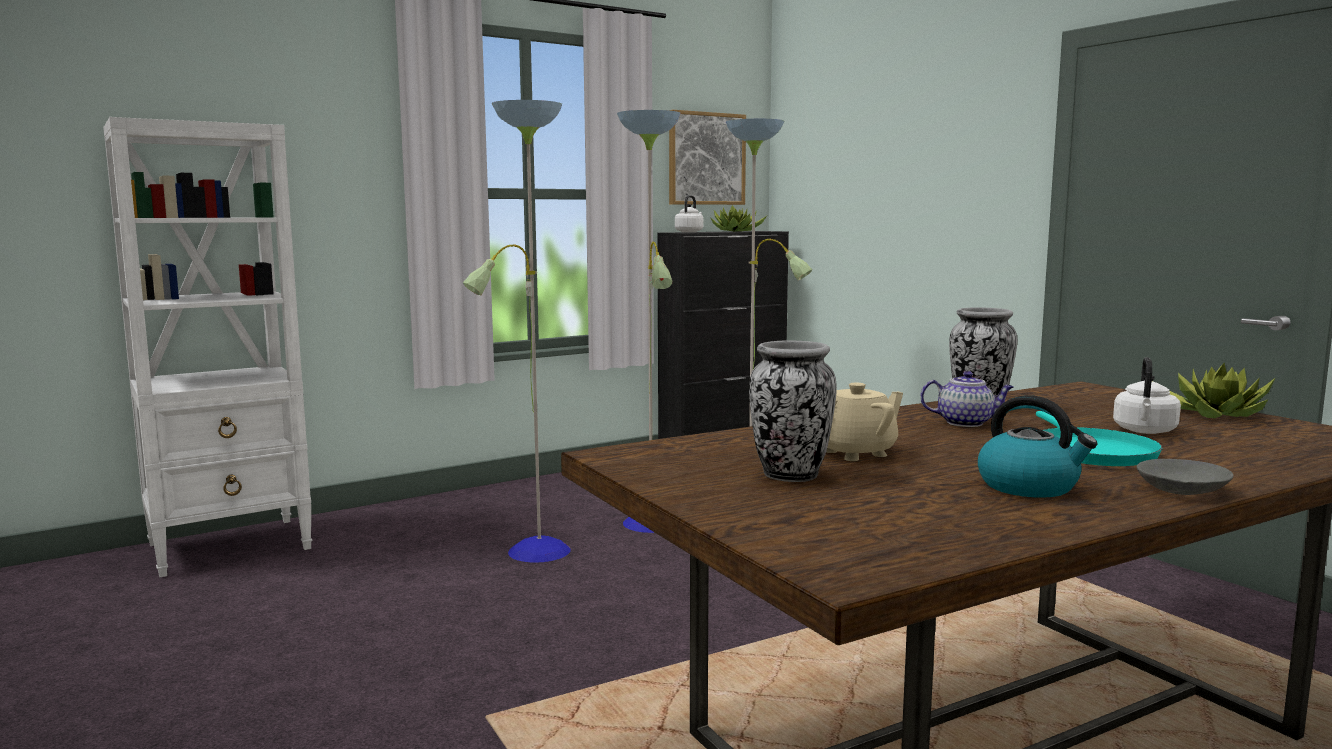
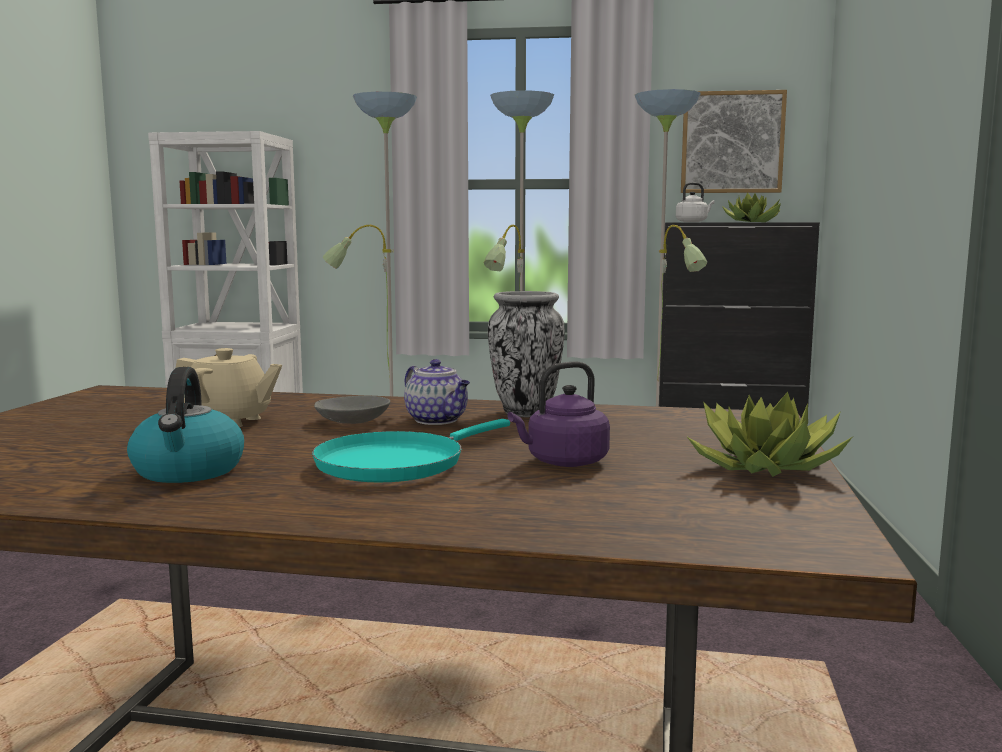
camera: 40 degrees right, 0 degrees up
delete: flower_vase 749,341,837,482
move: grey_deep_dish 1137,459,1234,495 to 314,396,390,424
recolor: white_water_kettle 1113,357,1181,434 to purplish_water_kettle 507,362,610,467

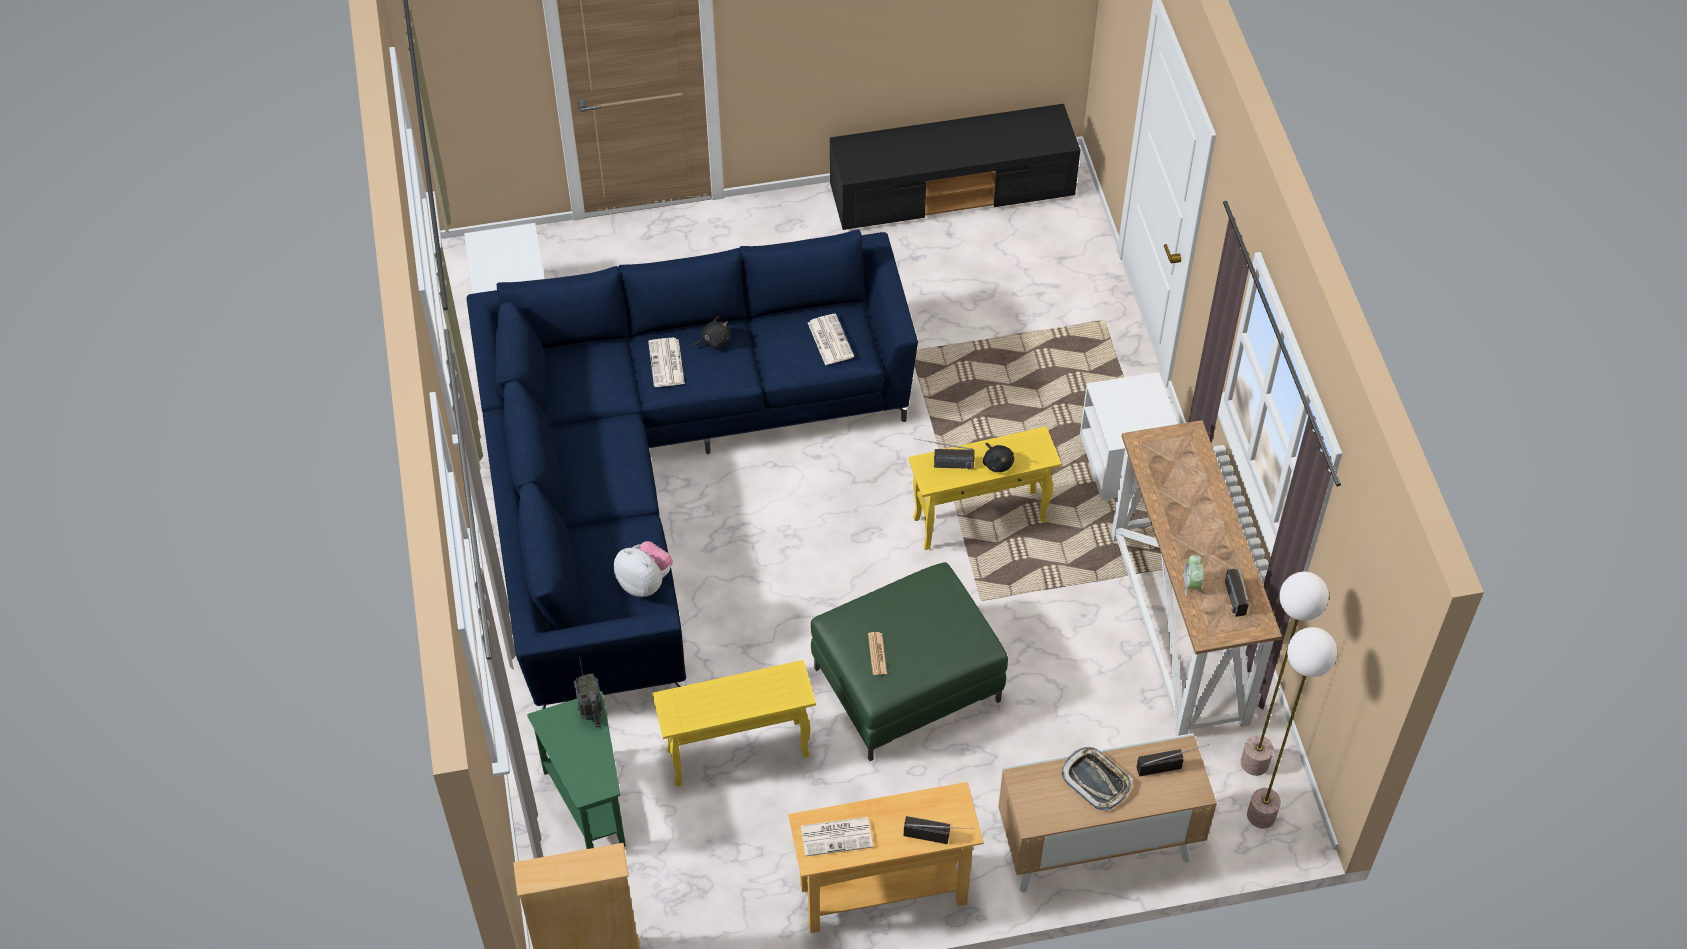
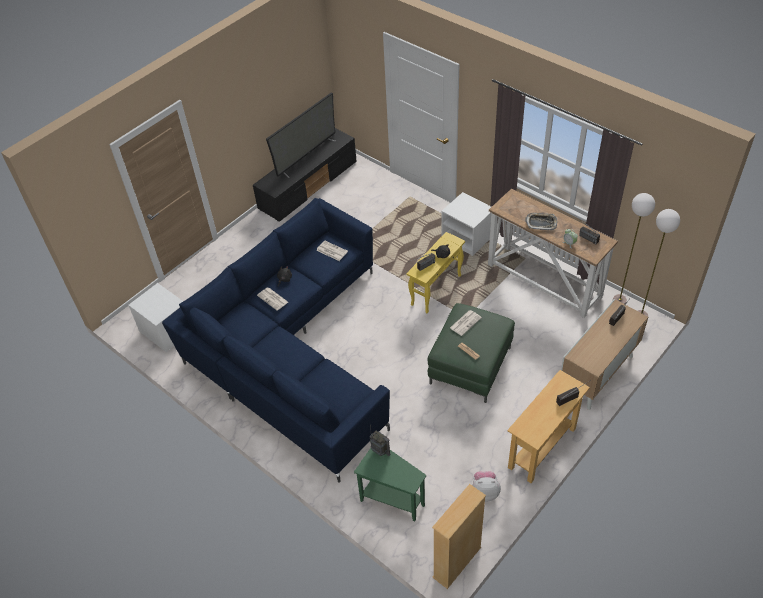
camera: 35 degrees left, 5 degrees down
delete: yellow-coloured_accent_table 652,660,816,786
insert: TV 266,93,336,178
move: cuddly_toy 614,541,673,597 to 472,471,501,502; daily_paper 801,817,873,856 to 450,310,482,336; carrying_tray 1060,747,1132,811 to 525,213,558,230

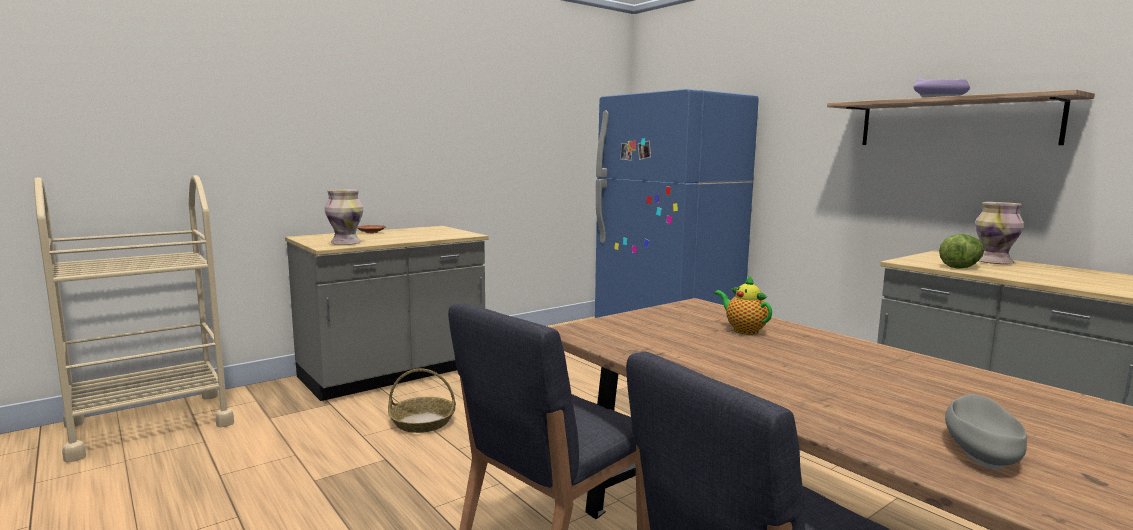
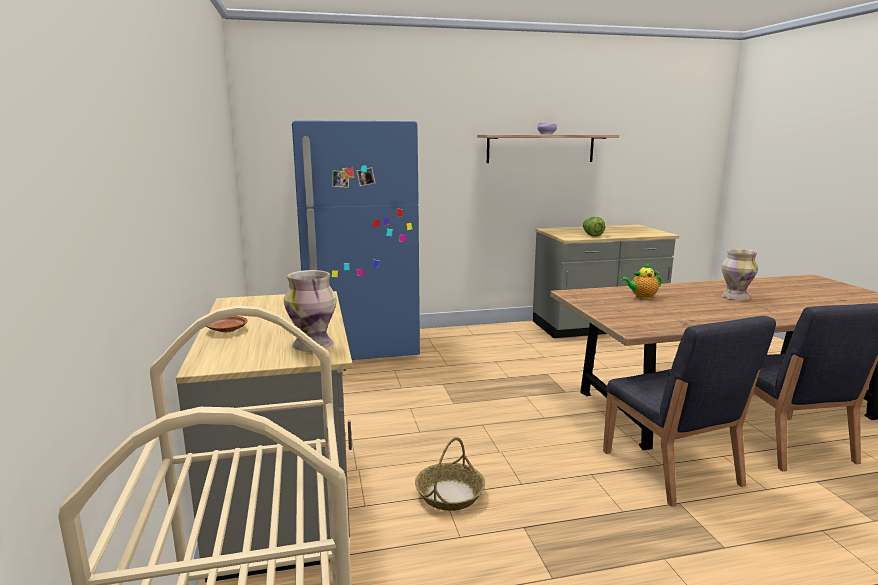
camera: 65 degrees left, 5 degrees up
delete: grey_deep_dish 945,394,1027,469
move: flower_vase 975,202,1024,264 to 722,249,758,300

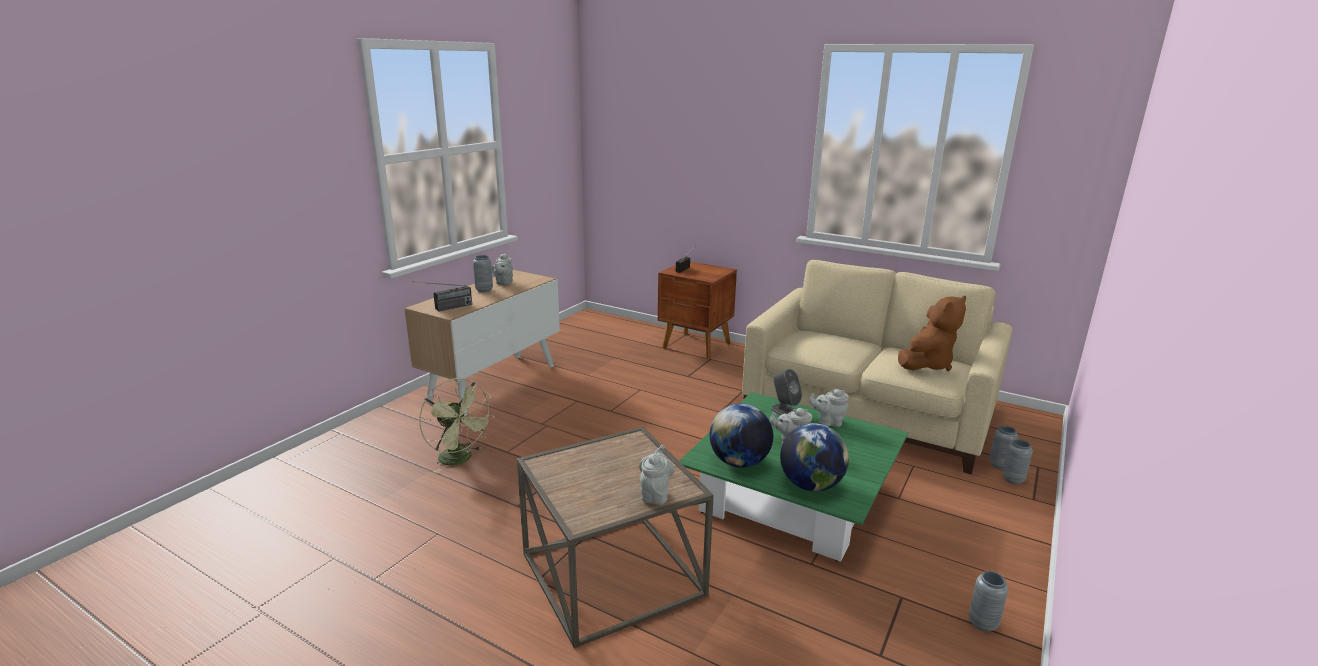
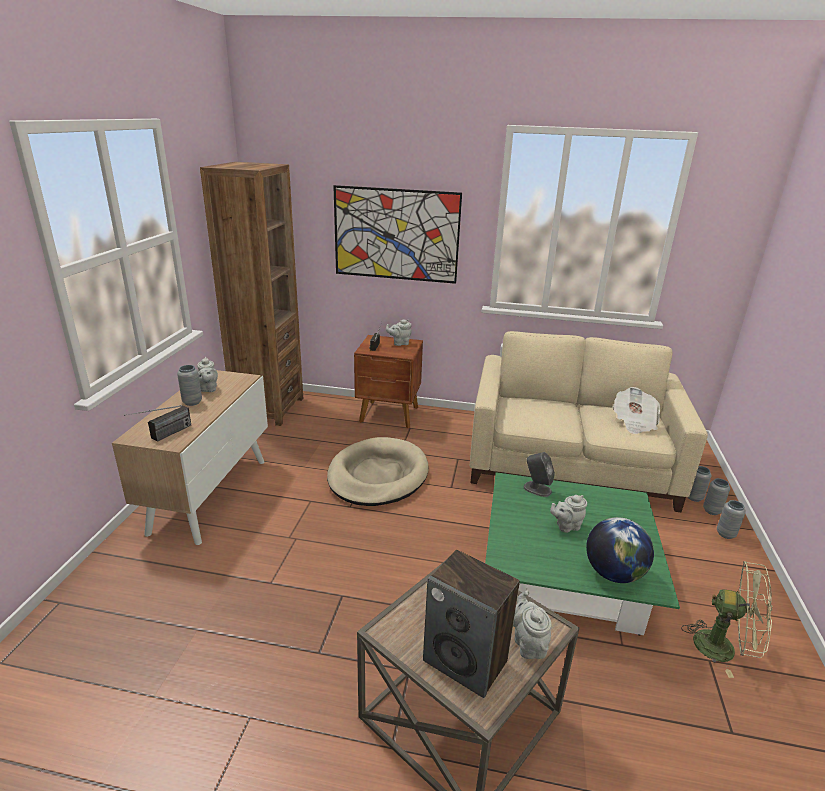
camera: 20 degrees left, 5 degrees up
delete: world_globe 709,403,773,468
insert: brown_bookshelf 200,162,303,426; sand-coloured_dog_bed 327,437,428,506; wall_picture 333,185,462,284; loudspeaker 423,550,520,698
move: green_electric_fan 419,378,495,473 to 681,561,772,678; grey_teapot 809,389,849,427 to 386,319,412,346; grey_flower_vase 969,571,1008,632 to 717,500,746,539
replace: brown_cuddly_toy 898,296,966,371 to daily_paper 613,387,660,434

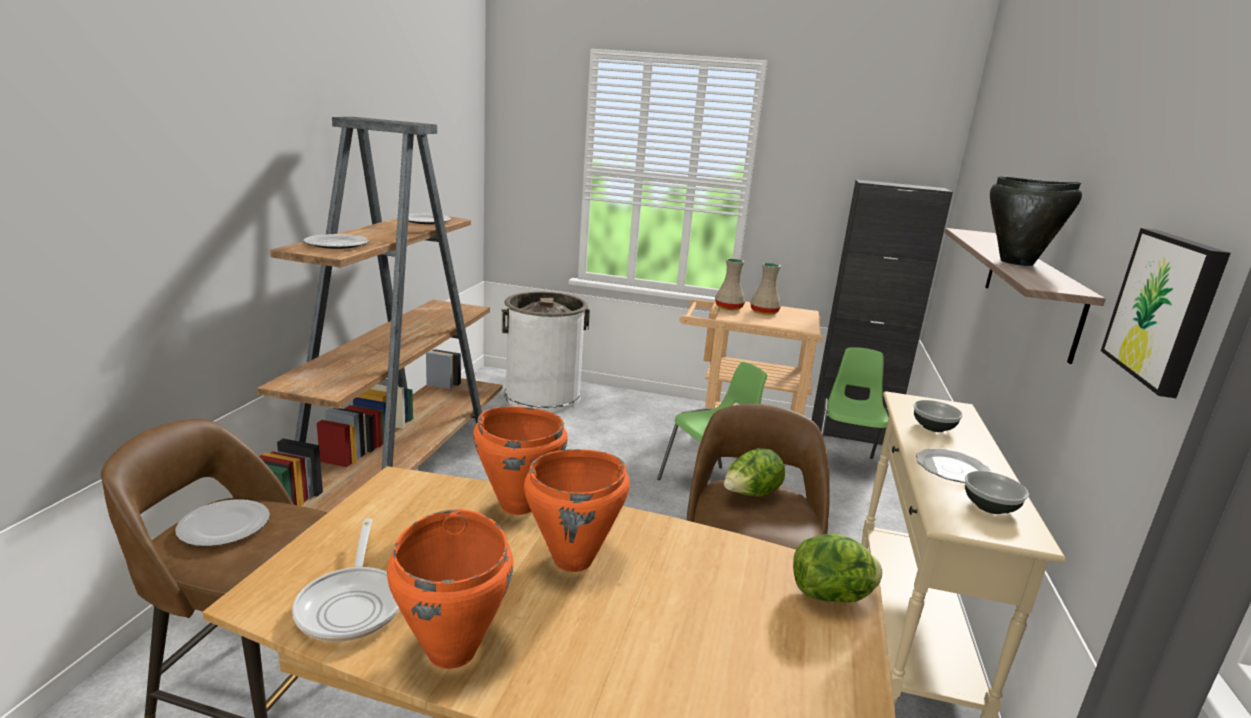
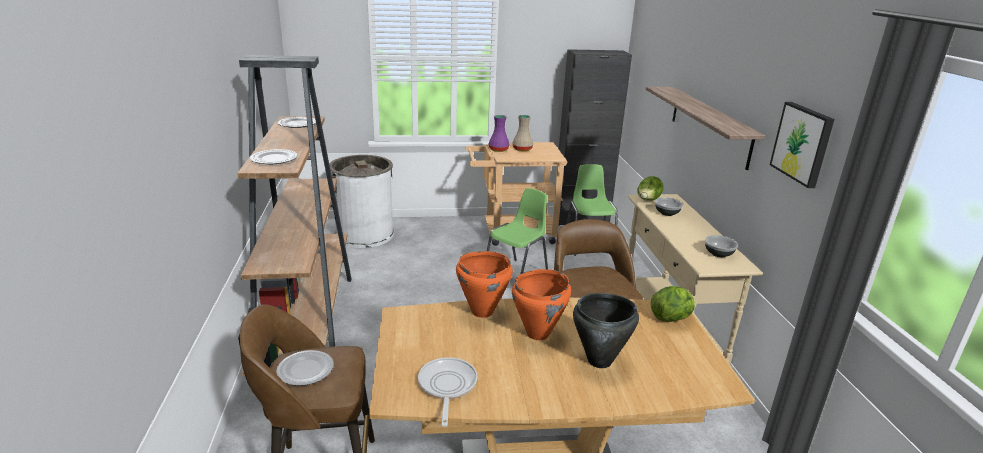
camera: 20 degrees left, 5 degrees up
delete: orange-coloured_cooking_pot 387,509,513,669; dinner_plate 916,449,991,483
move: head_of_lettuce 724,448,785,497 to 637,176,664,201; black_cooking_pot 990,176,1082,266 to 573,293,639,368
recolor: sand-coloured_flower_vase 715,259,745,310 to purplish_flower_vase 489,115,509,152
rotate: pan 292,518,399,642 = 418,357,478,427 150 degrees counterclockwise

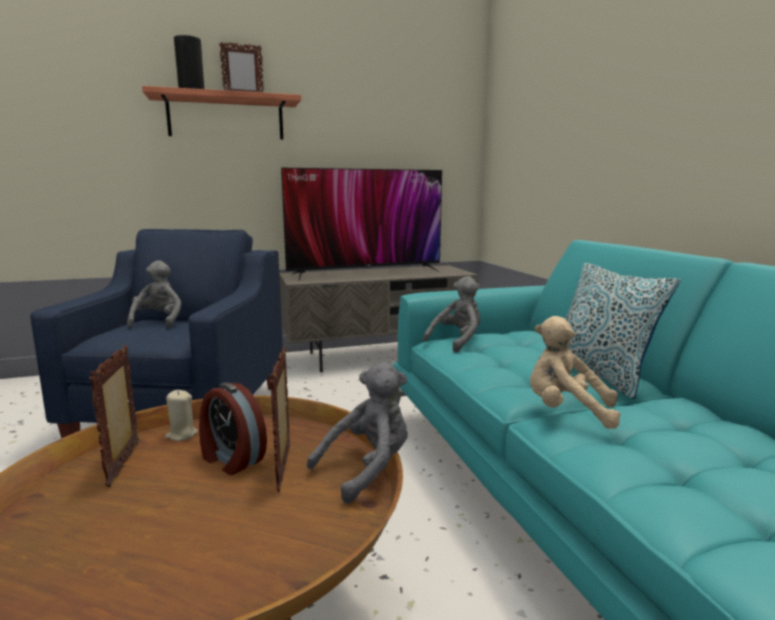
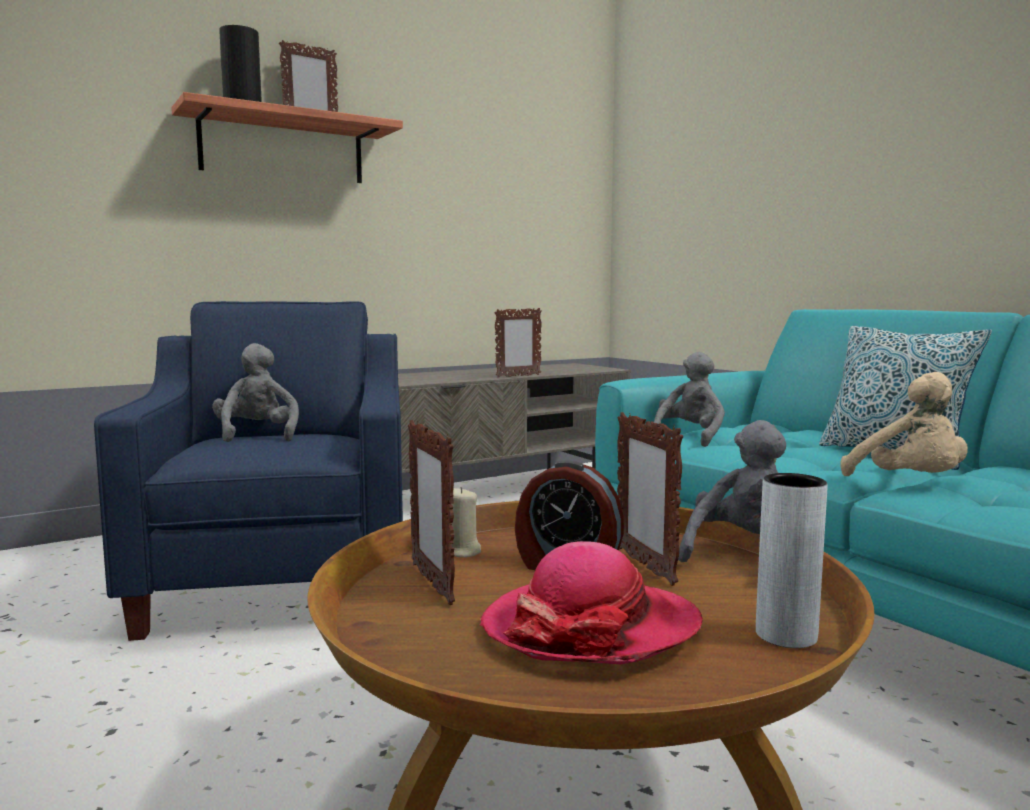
camera: 15 degrees left, 5 degrees down
delete: TV 281,168,442,281
insert: hat 480,541,703,664; picture_frame 494,308,542,378; grey_flower_vase 756,473,828,648
rotate: sand-coloured_cuddly_toy 530,316,621,429 = 840,372,968,476 120 degrees counterclockwise

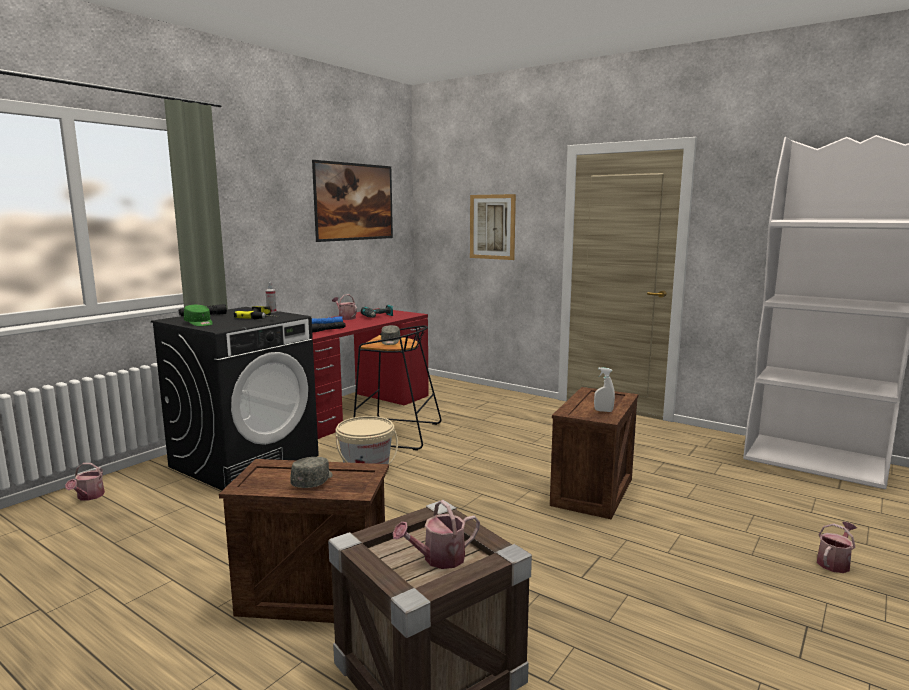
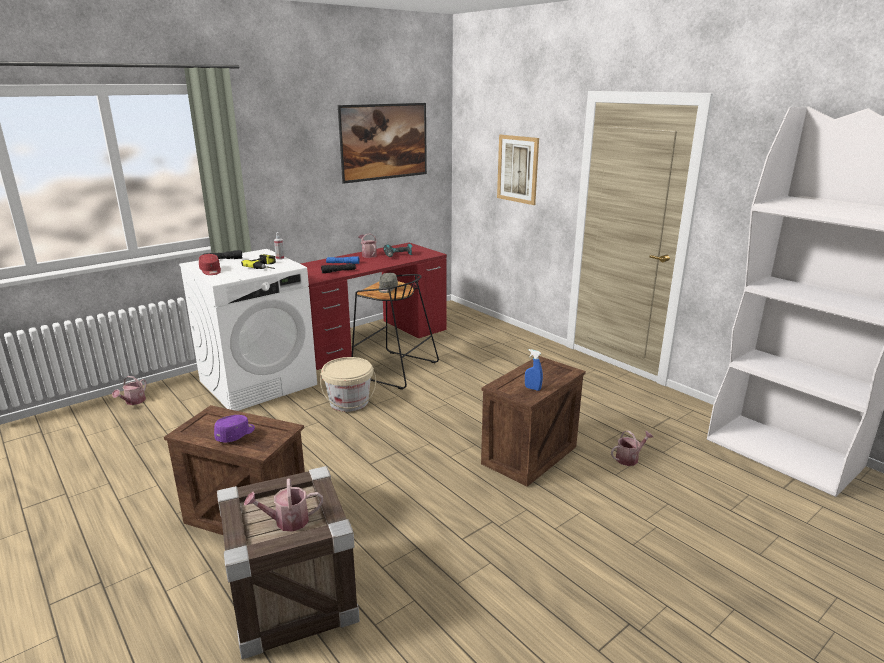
camera: 15 degrees right, 10 degrees up
move: watering_pot 817,522,857,573 to 611,430,653,466
recolor: black_laundry_appliance 151,307,319,490 to white_laundry_appliance 179,249,317,411; green_cap 184,305,213,326 to red_cap 199,254,221,275; grey_cap 291,457,332,488 to purplish_cap 214,415,255,442; white_hand_sprayer 594,367,615,412 to bluish_hand_sprayer 525,349,543,391

